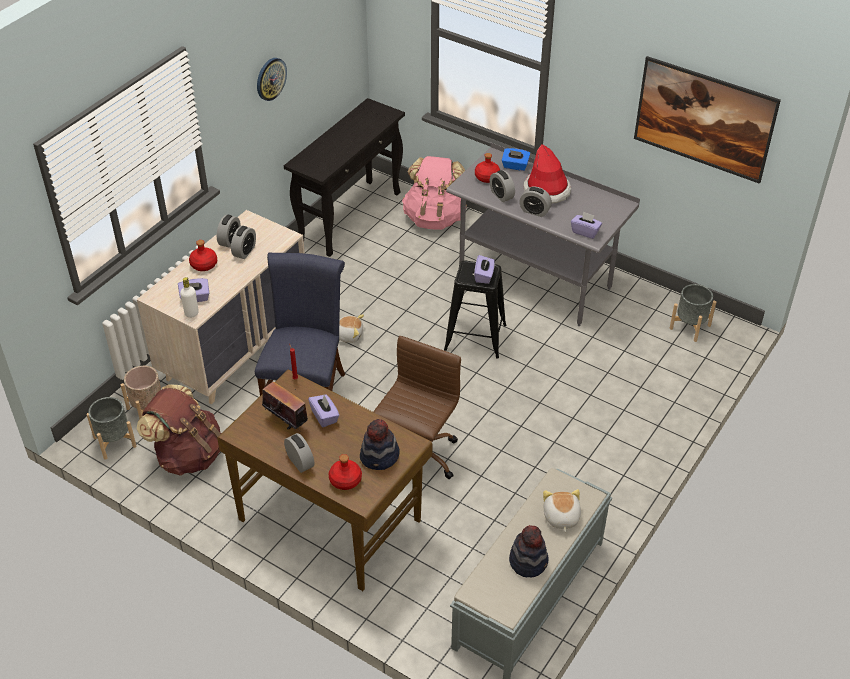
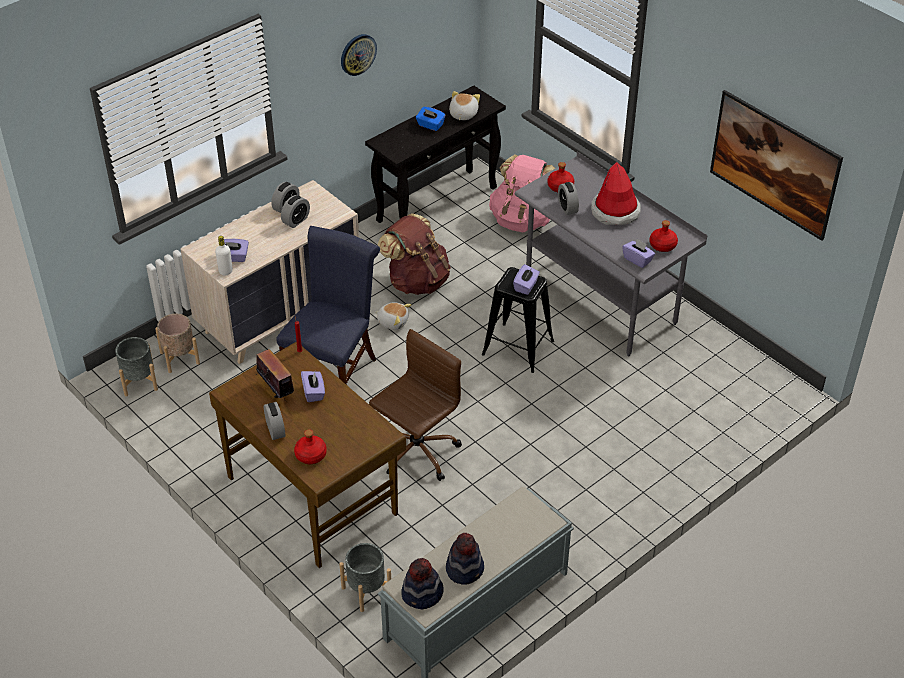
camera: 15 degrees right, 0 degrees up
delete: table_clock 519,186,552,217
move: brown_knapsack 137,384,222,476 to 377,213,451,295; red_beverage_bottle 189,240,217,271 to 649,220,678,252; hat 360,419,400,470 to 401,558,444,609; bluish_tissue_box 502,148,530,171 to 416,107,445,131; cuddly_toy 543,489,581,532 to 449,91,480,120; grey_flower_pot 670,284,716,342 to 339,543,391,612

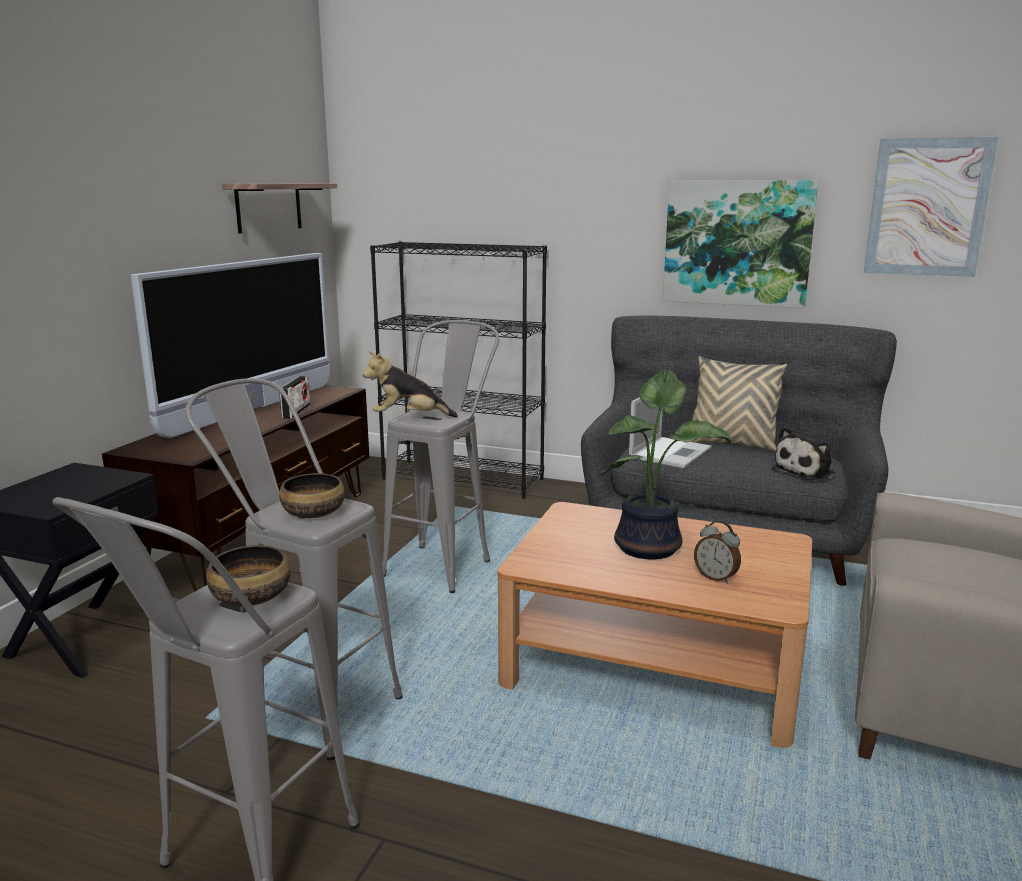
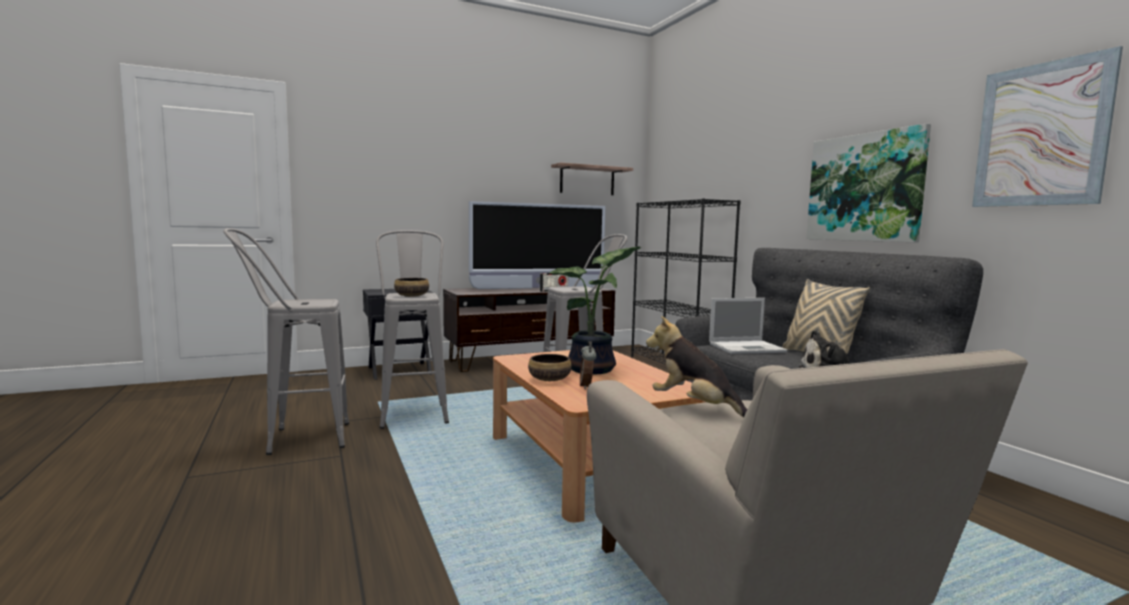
camera: 45 degrees right, 10 degrees down
move: deep_dish 206,545,291,606 to 528,354,572,381; cuddly_toy 363,351,458,417 to 646,316,747,417

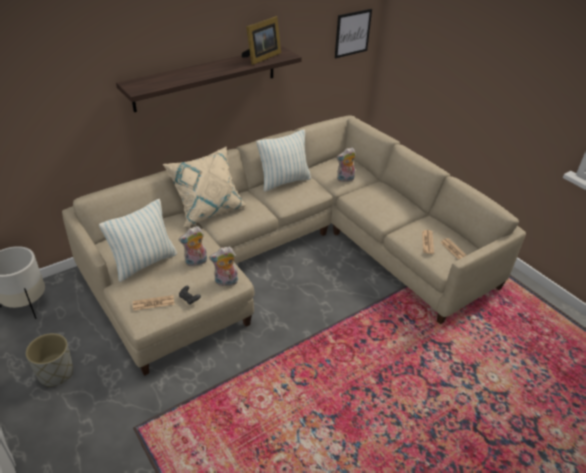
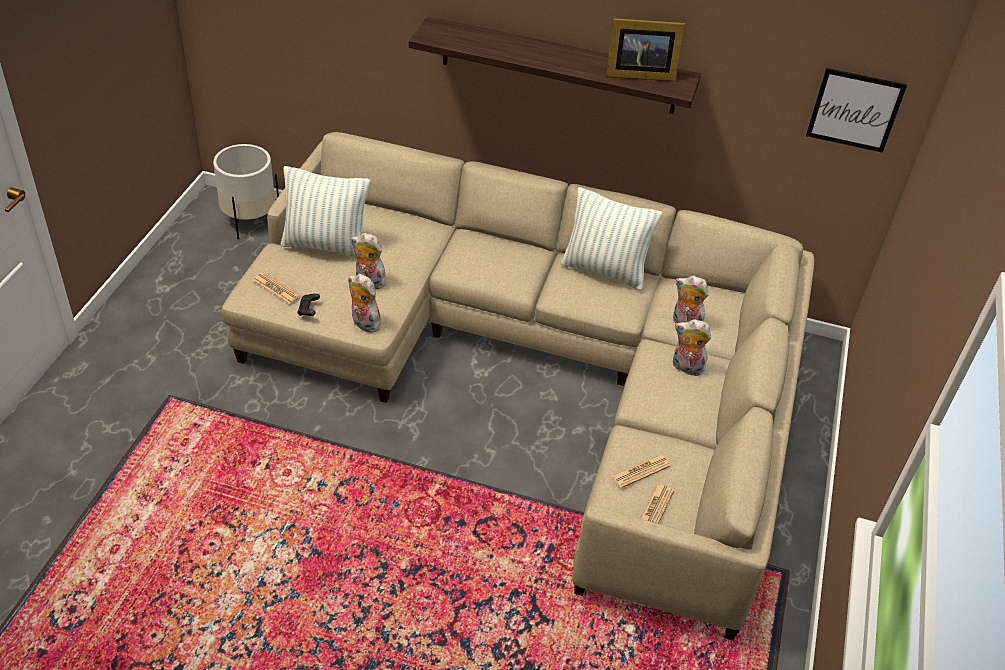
camera: 50 degrees right, 5 degrees up
delete: grey_flower_pot 26,333,73,387; sand-coloured_cushion 163,146,248,227
insert: cuddly_toy 673,319,711,376

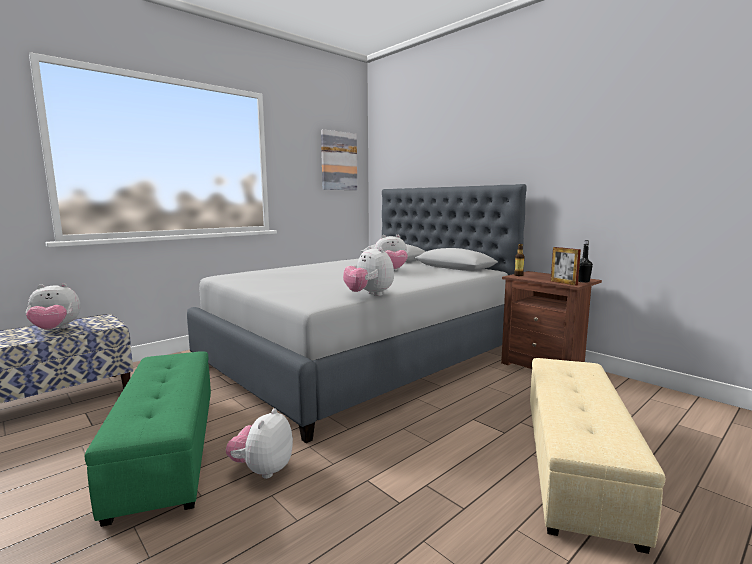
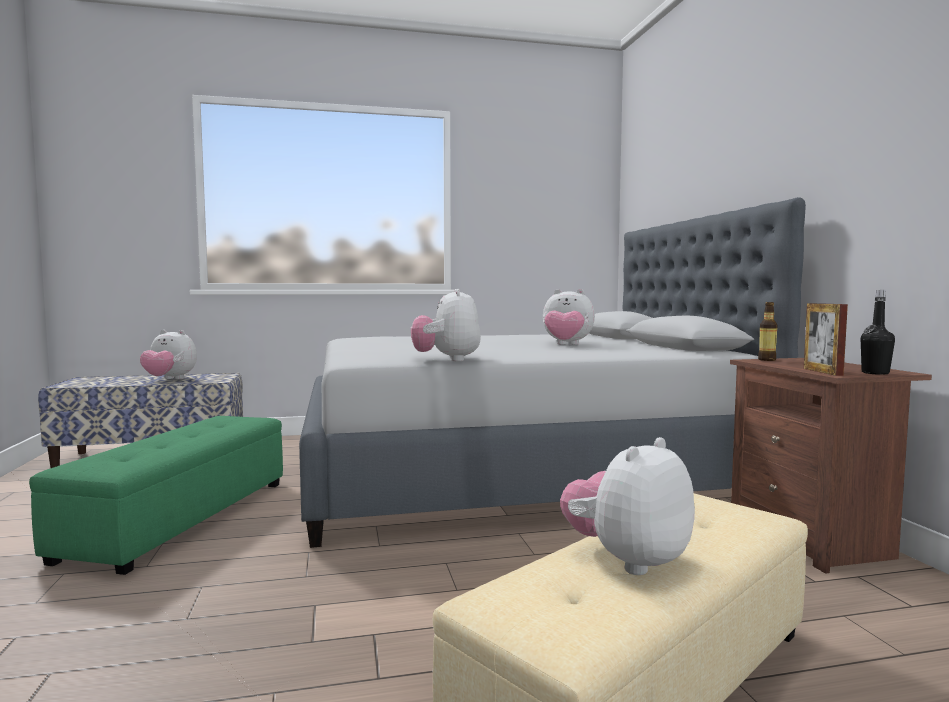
camera: 30 degrees right, 5 degrees down
delete: wall_picture 321,129,357,190
move: cuddly_toy 226,408,293,479 to 560,437,695,575

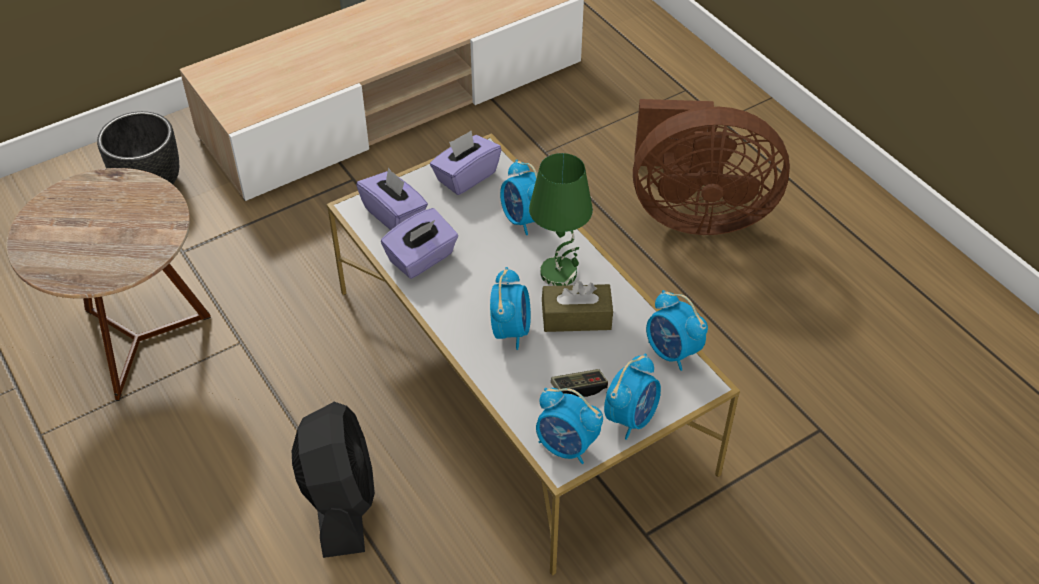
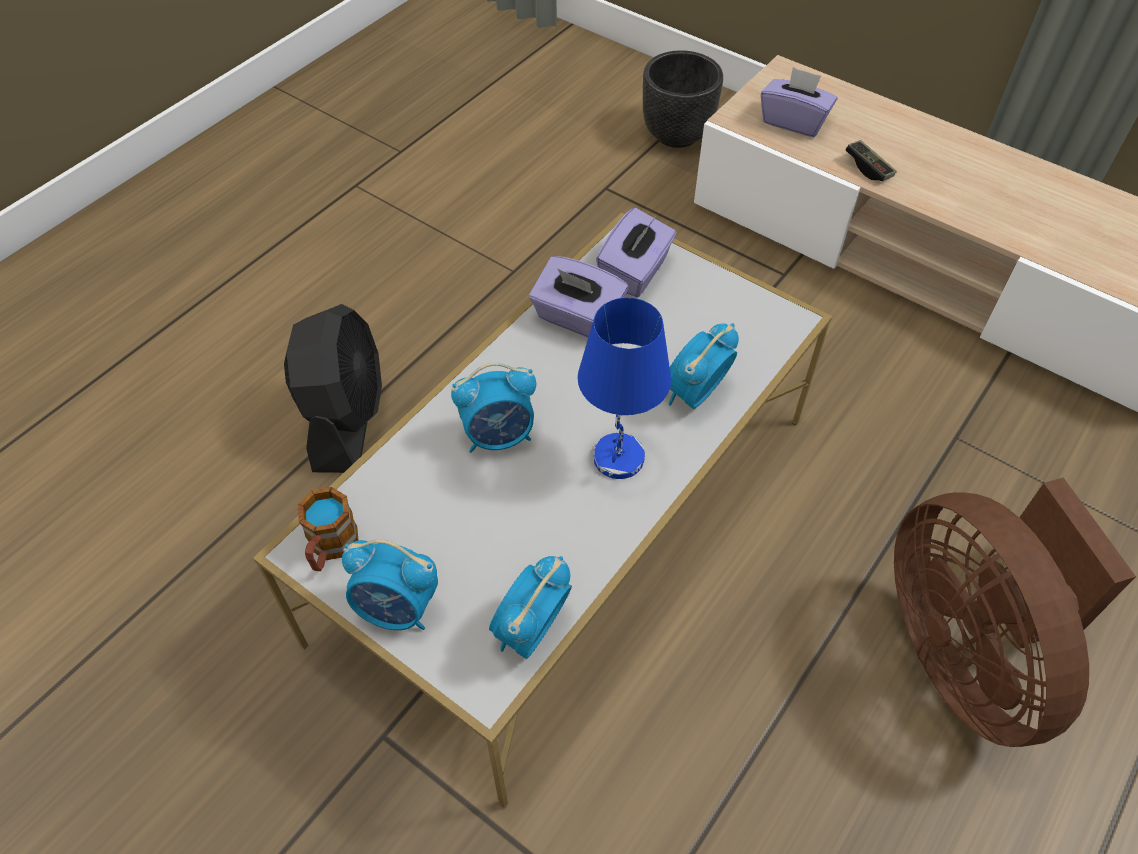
camera: 70 degrees right, 5 degrees up
delete: brown_accent_table 6,168,211,401; brown_tissue_box 542,281,613,332
move: purplish_tissue_box 430,131,502,195 to 761,67,838,137; joypad 551,369,608,397 to 845,140,896,181
replace: table_clock 536,388,603,464 to coffee_mug 298,487,359,571
recolor: green_table_lamp 529,153,593,286 to bluish_table_lamp 578,297,671,479
rotate: black_electric_fan 292,402,375,558 = 284,304,382,473 60 degrees counterclockwise

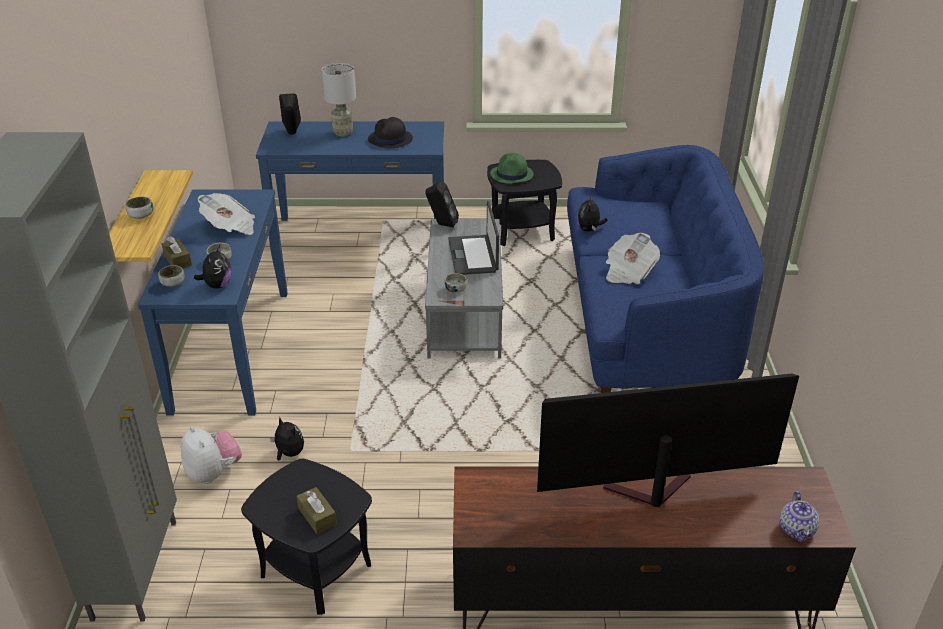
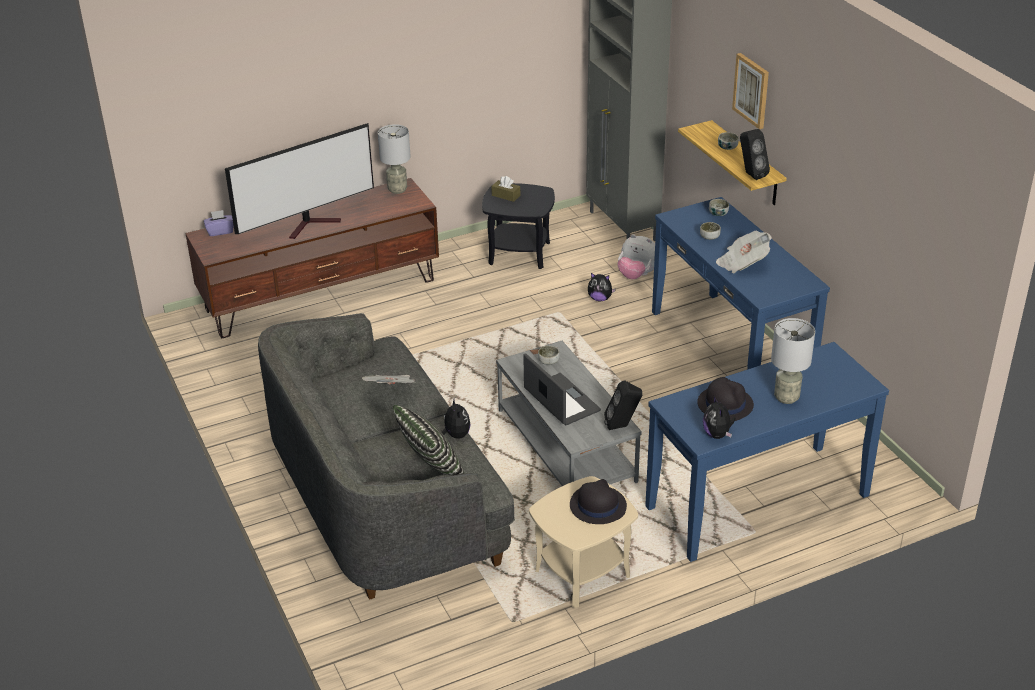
camera: 155 degrees right, 0 degrees up
delete: brown_tissue_box 162,236,192,268
insert: grey_table_lamp 378,124,411,194; cushion 393,405,465,475; wall_picture 732,53,769,129
move: cuddly_toy 194,245,232,288 to 703,396,736,439; black_loudspeaker 279,93,301,135 to 740,129,770,180
replace: teapot 779,491,819,542 to purplish_tissue_box 204,210,234,236
recolor: black_accent_table 487,160,562,246 to sand-coloured_accent_table 529,476,638,608; green_hat 490,153,534,184 to black_hat 570,479,627,524; bluish_sofa 567,145,764,393 to grey_sofa 258,313,515,600

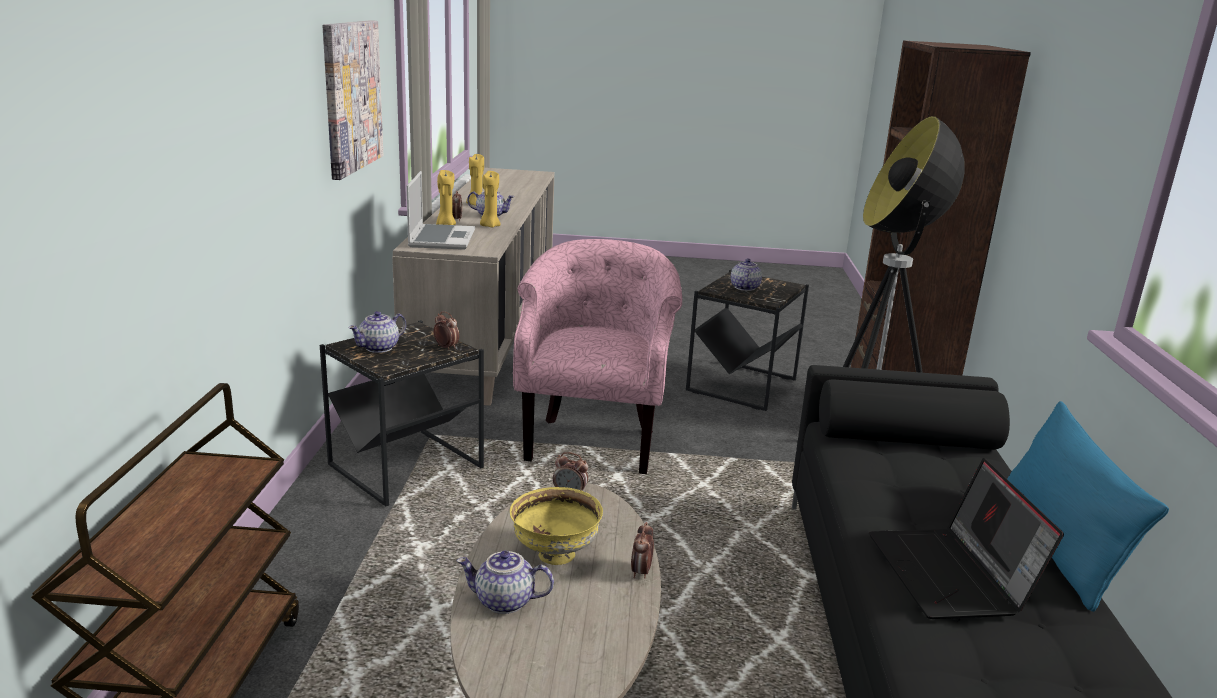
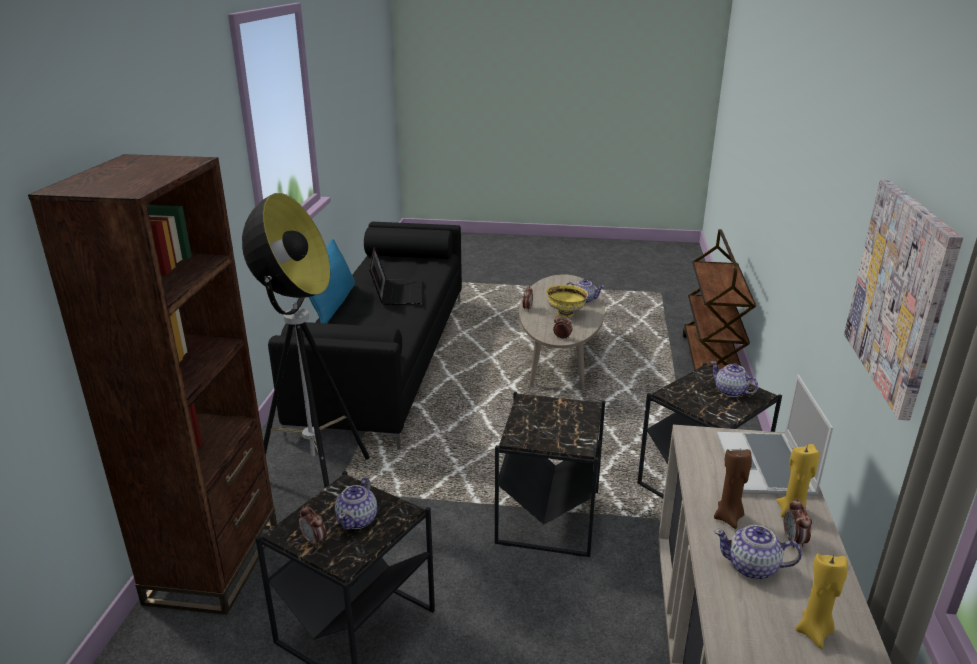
camera: 175 degrees left, 5 degrees up
move: table_clock 434,311,459,350 to 299,505,326,547
replace: pinkish_lounge_chair 513,239,682,474 to black_accent_table 495,391,605,557
recolor: yellow-coloured_wax_light 480,171,501,228 to brown_wax_light 714,449,752,529
rotate: teapot 348,311,406,353 = 711,361,758,397 90 degrees counterclockwise

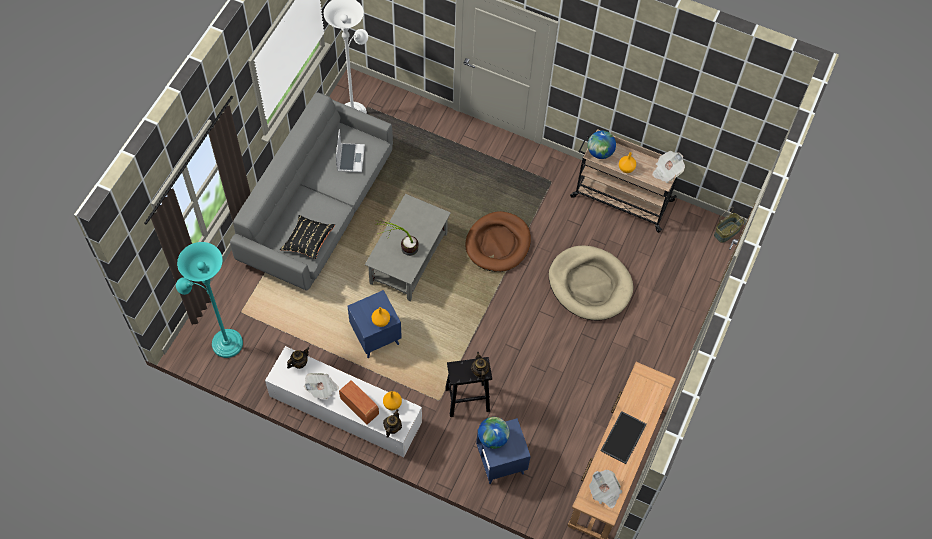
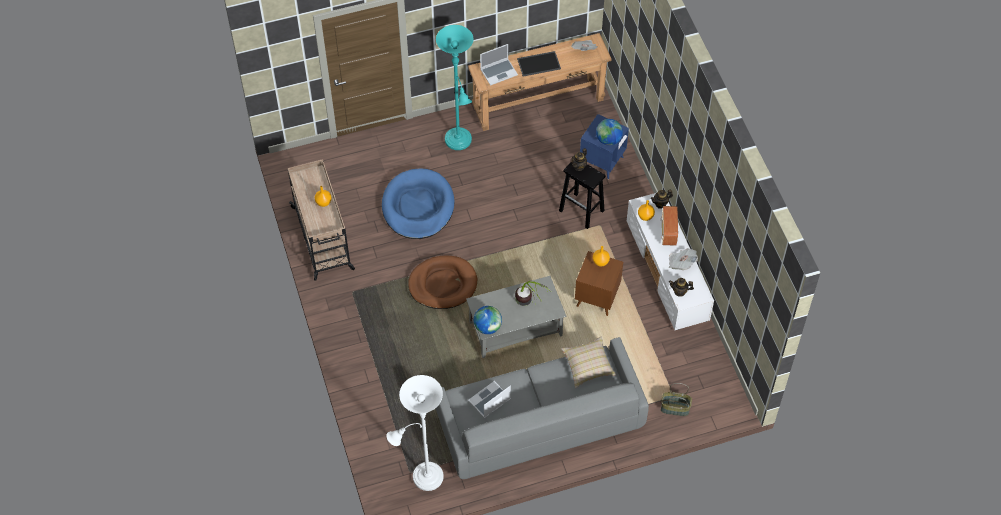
camera: 130 degrees left, 5 degrees down
delete: daily_paper 652,151,685,183
insert: portable_computer 480,44,518,86
move: turquoise_standard_lamp 176,242,243,358 to 436,25,473,150; world_globe 588,131,616,159 to 474,306,502,334; storage_basket 714,207,745,243 to 661,383,692,416
recolor: black_cushion 280,215,336,259 to sand-coloured_cushion 561,336,616,388; bluish_accent_table 347,290,402,358 to brown_accent_table 575,251,623,316; sand-coloured_dog_bed 549,245,633,320 to bluish_dog_bed 382,168,454,239

